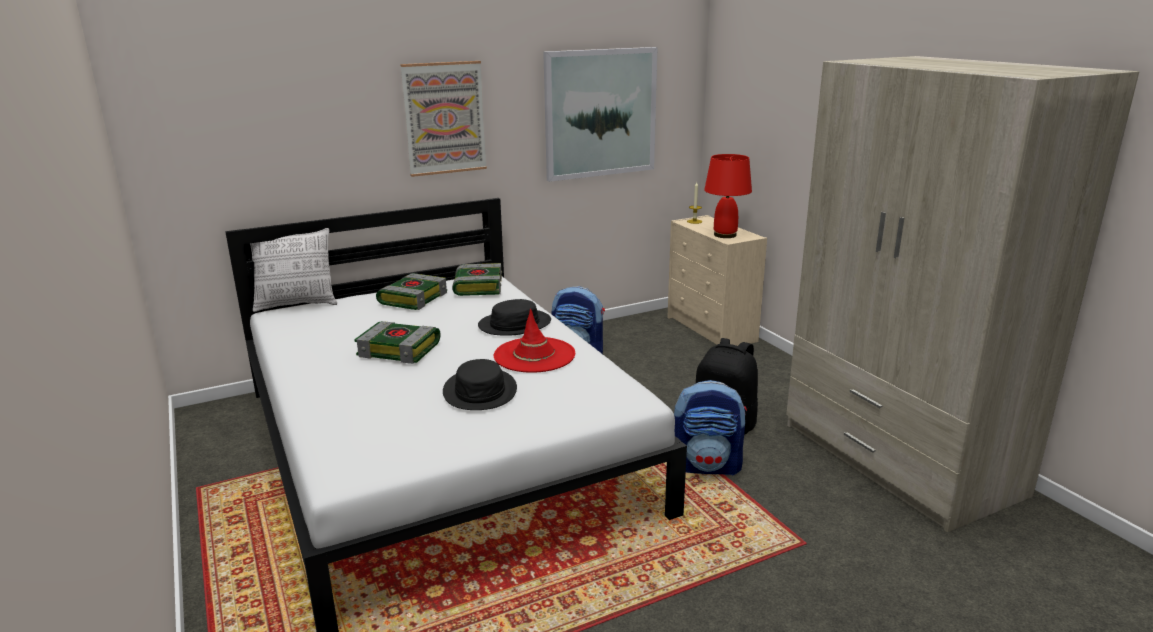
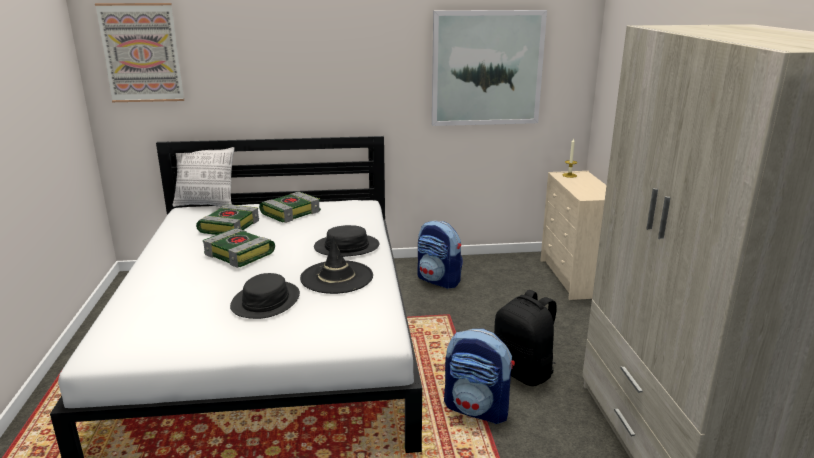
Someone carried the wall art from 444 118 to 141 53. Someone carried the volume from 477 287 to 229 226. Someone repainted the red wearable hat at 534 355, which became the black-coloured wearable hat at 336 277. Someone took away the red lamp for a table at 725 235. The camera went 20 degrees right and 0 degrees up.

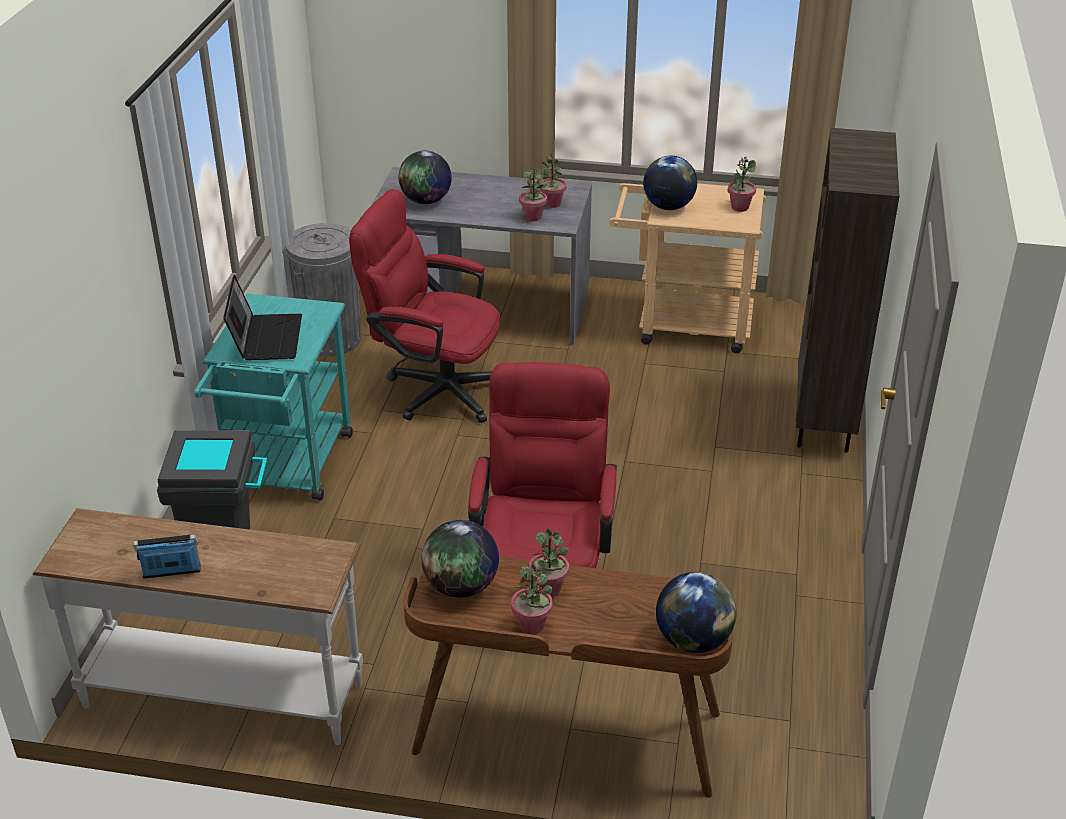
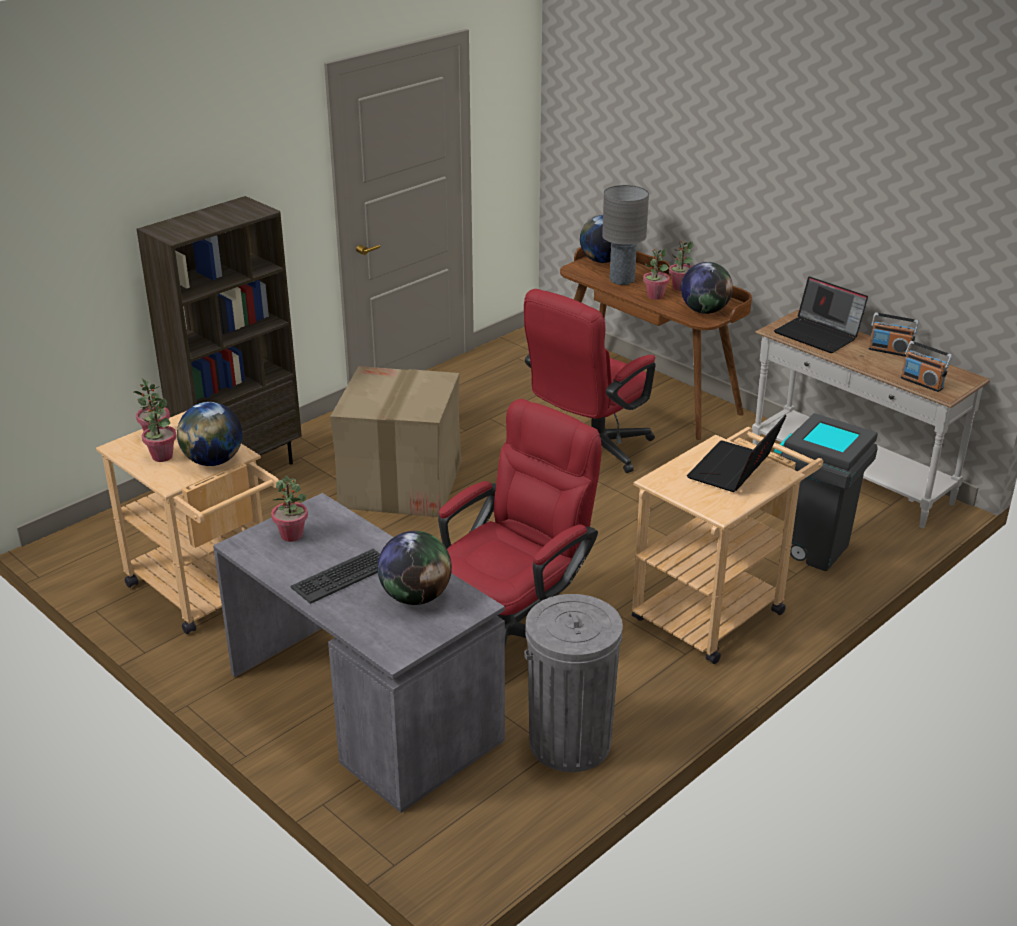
Someone carried the houseplant from 533 217 to 162 456. Someone put down the PC keyboard at 342 576. Someone put down the cardboard box at 400 485. Someone rotated the red computer chair at 435 388 by 105 degrees counterclockwise. Someone put down the greyish lamp for a table at 622 280. Someone repainted the turquoise cart at 287 469, which became the beige-coloured cart at 716 609. Someone put down the laptop at 819 335. Someone put down the radio set at 922 383. The camera went 145 degrees left and 5 degrees down.

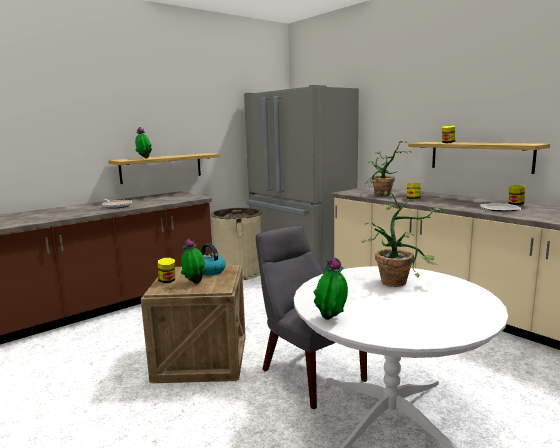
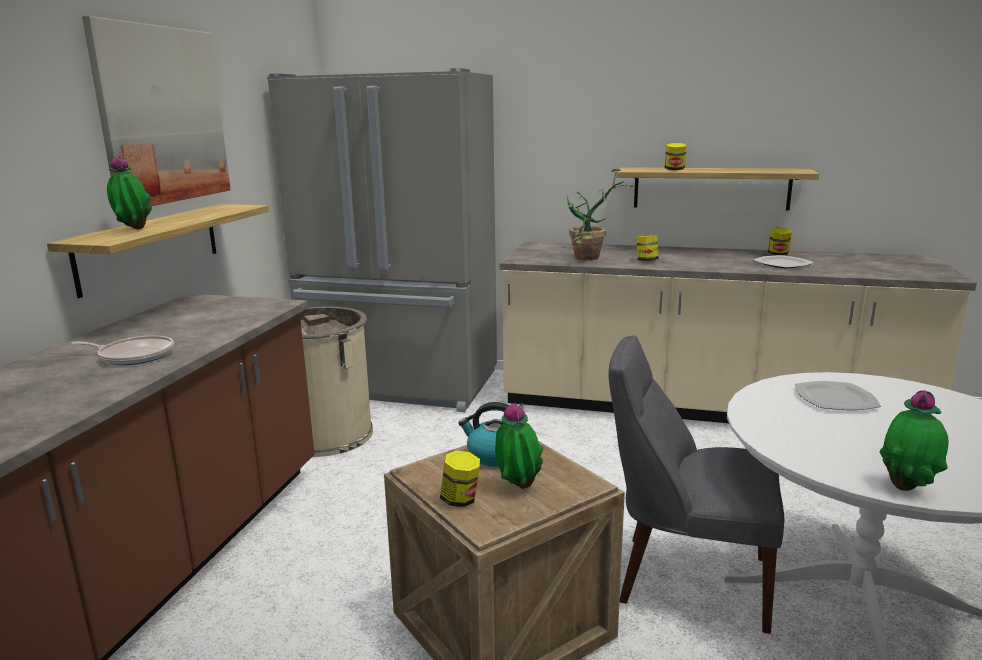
Someone put up the wall art at 162 115. Someone swapped the houseplant at 399 281 for the flat dish at 835 399. The camera went 35 degrees left and 5 degrees up.

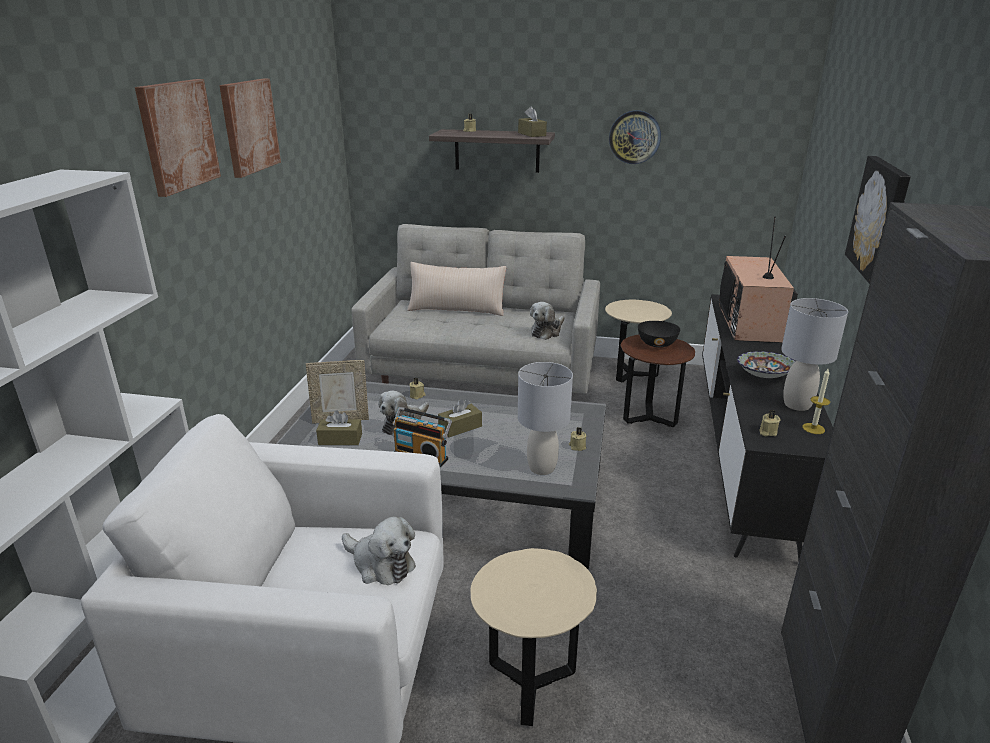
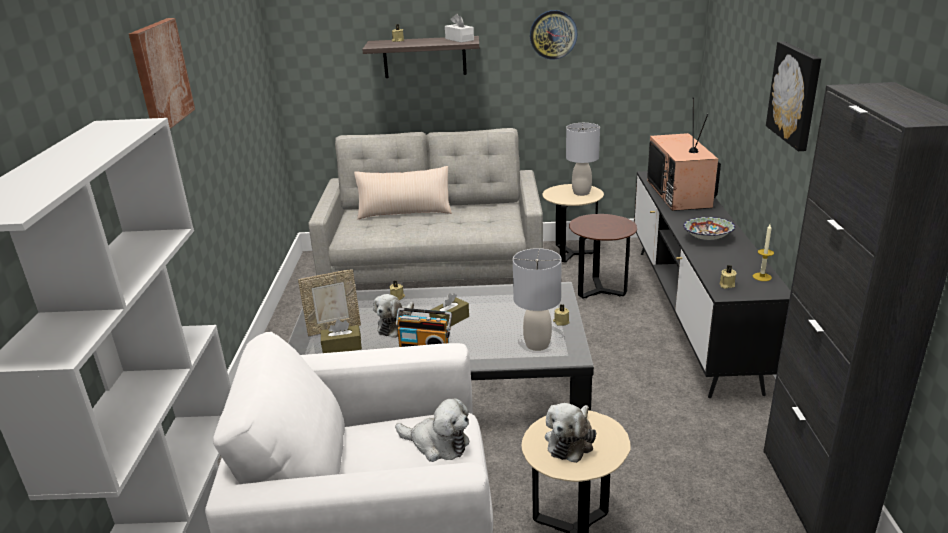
Someone repainted the brownish box of tissues at 532 134, which became the white-coloured box of tissues at 459 39. Someone carried the soft toy from 547 331 to 571 441. Someone carried the greyish lamp for a table from 797 404 to 581 192. Someone took away the wall art at 249 126. Someone took away the black-coloured serving bowl at 657 344. The camera went 10 degrees left and 0 degrees up.

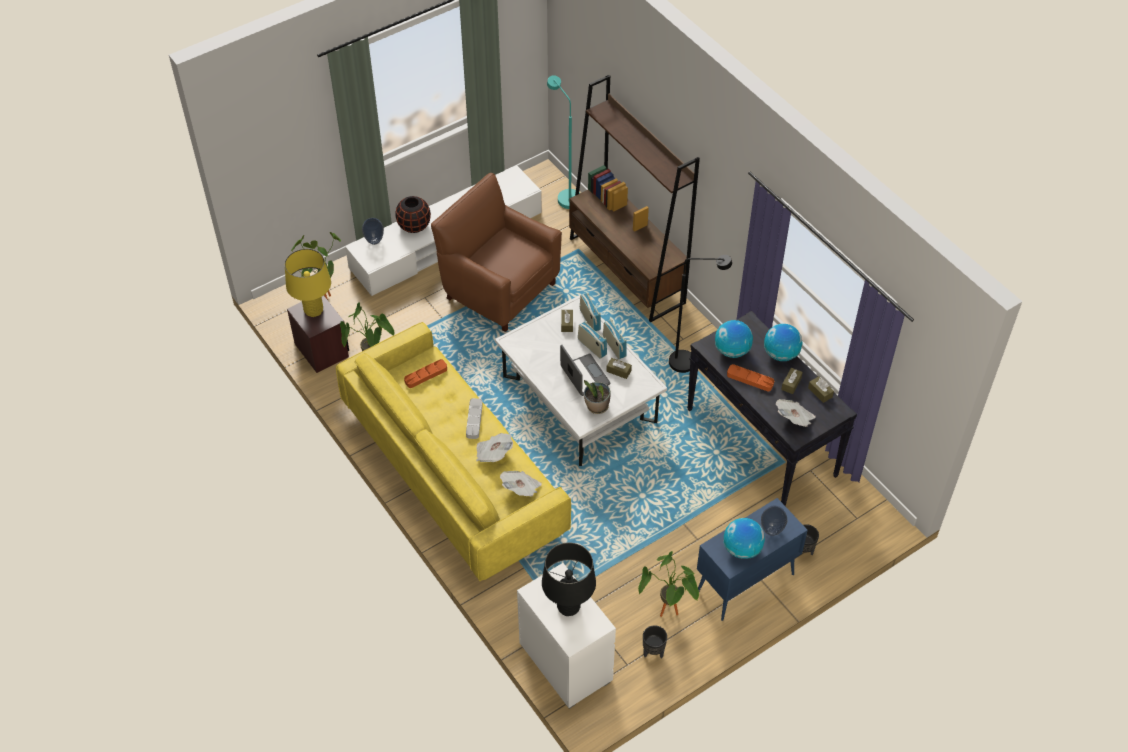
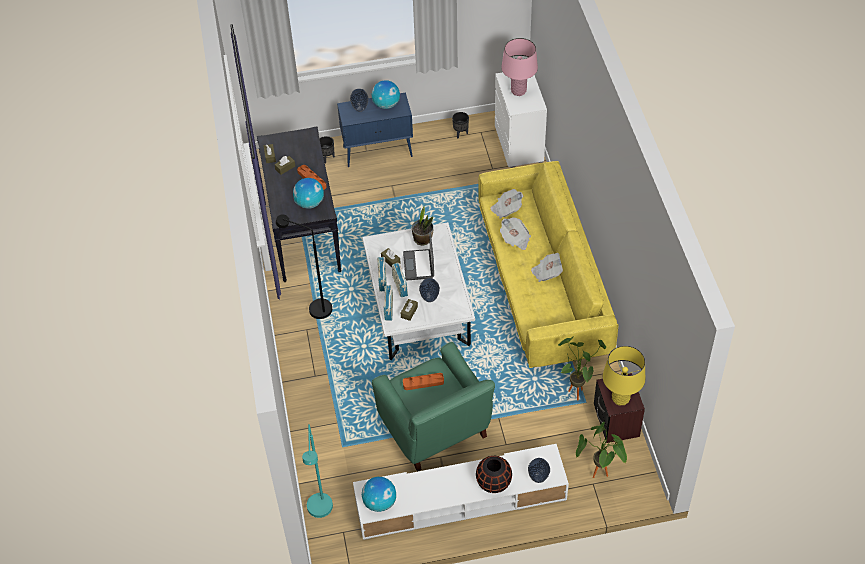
Someone carried the world globe from 780 354 to 380 502. Someone repainted the brownish easy chair at 499 289, which became the green easy chair at 435 429. Someone carried the orange tray from 426 375 to 423 383. Someone put down the decorative vase at 429 299. Someone repainted the black-coloured lamp for a table at 568 607, which became the pink-coloured lamp for a table at 518 91. Someone carried the daily paper from 794 419 to 547 272. Someone took away the greyish tray at 474 420. Someone took away the brownish shelving unit at 626 271. Someone took away the houseplant at 667 615. The camera went 155 degrees left and 0 degrees up.

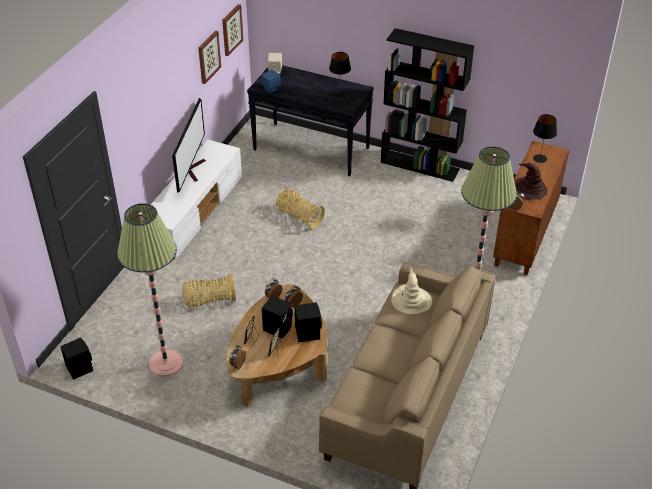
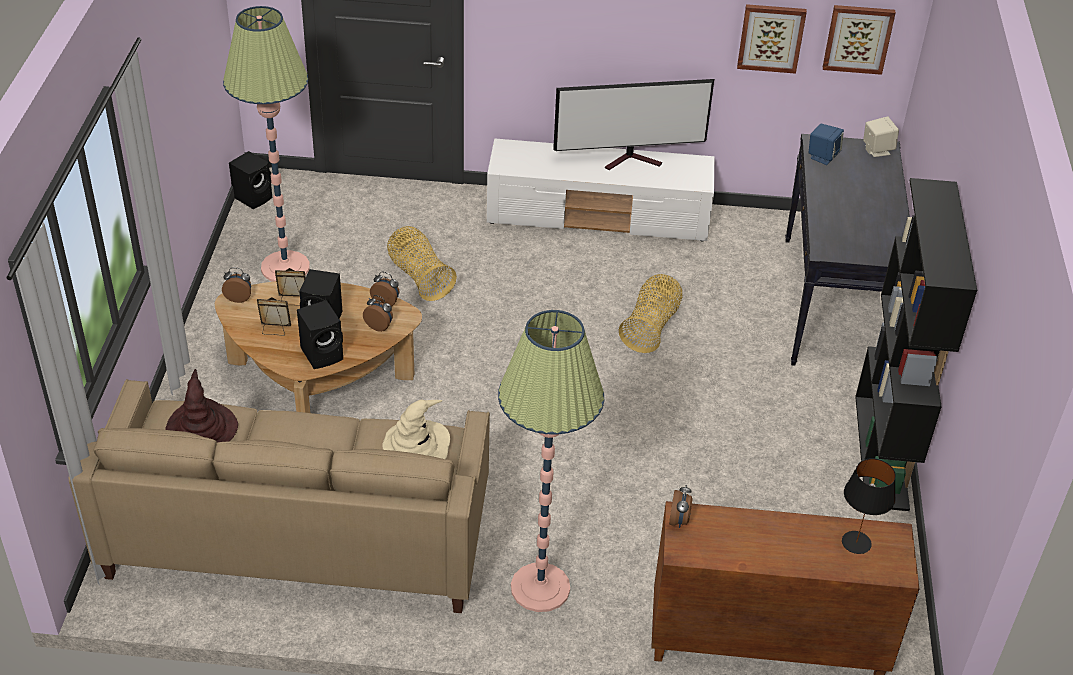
Someone carried the brownish wearable hat from 529 189 to 201 427. Someone took away the black-coloured lamp for a table at 339 94. The camera went 70 degrees right and 0 degrees up.

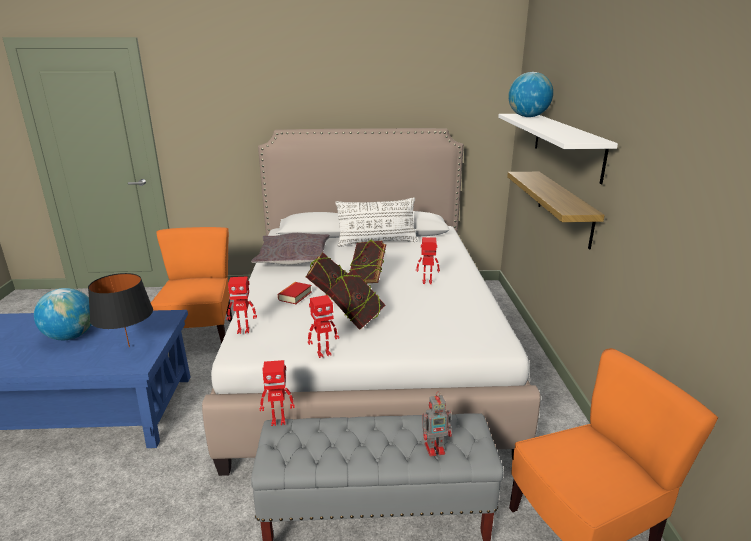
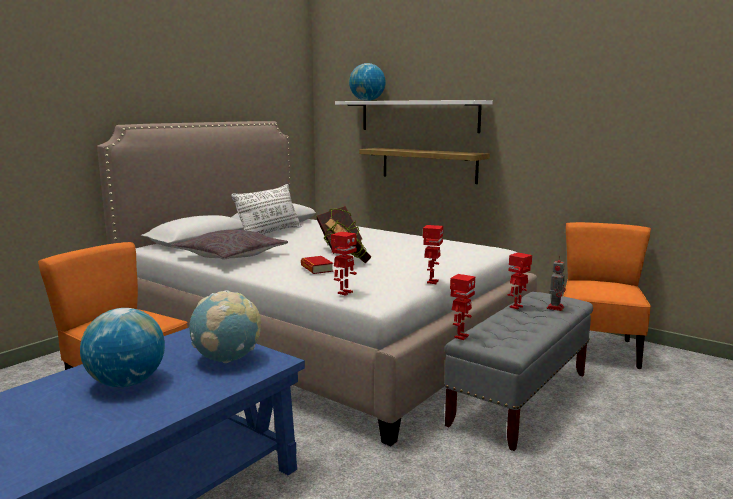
Someone swapped the black-coloured lamp for a table at 129 347 for the world globe at 227 359. Someone carried the toy robot from 427 282 to 517 307. Someone took away the volume at 356 320. The camera went 50 degrees left and 10 degrees down.

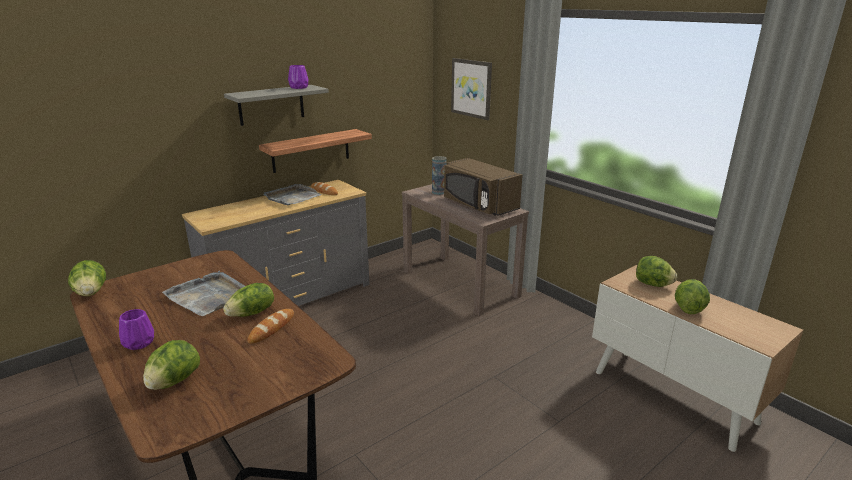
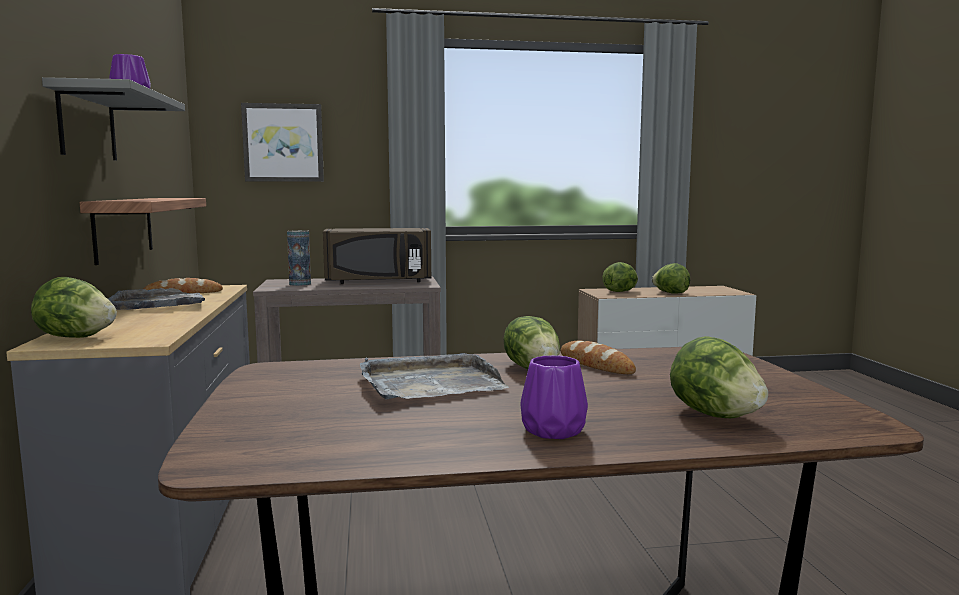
Someone carried the lettuce head from 91 292 to 75 337. The camera went 60 degrees left and 15 degrees down.

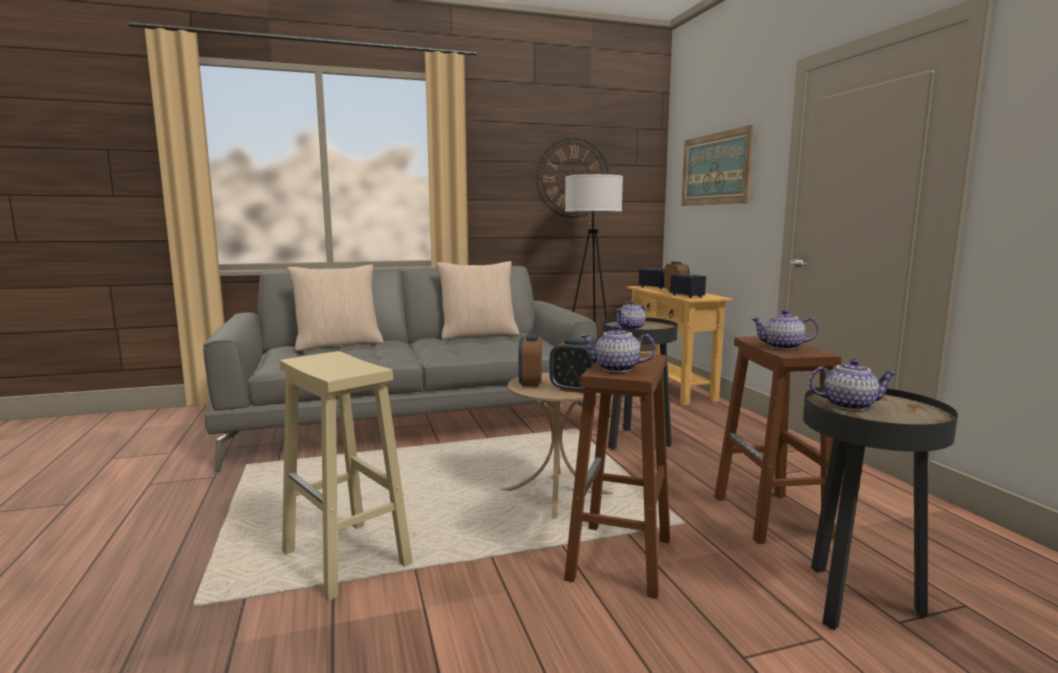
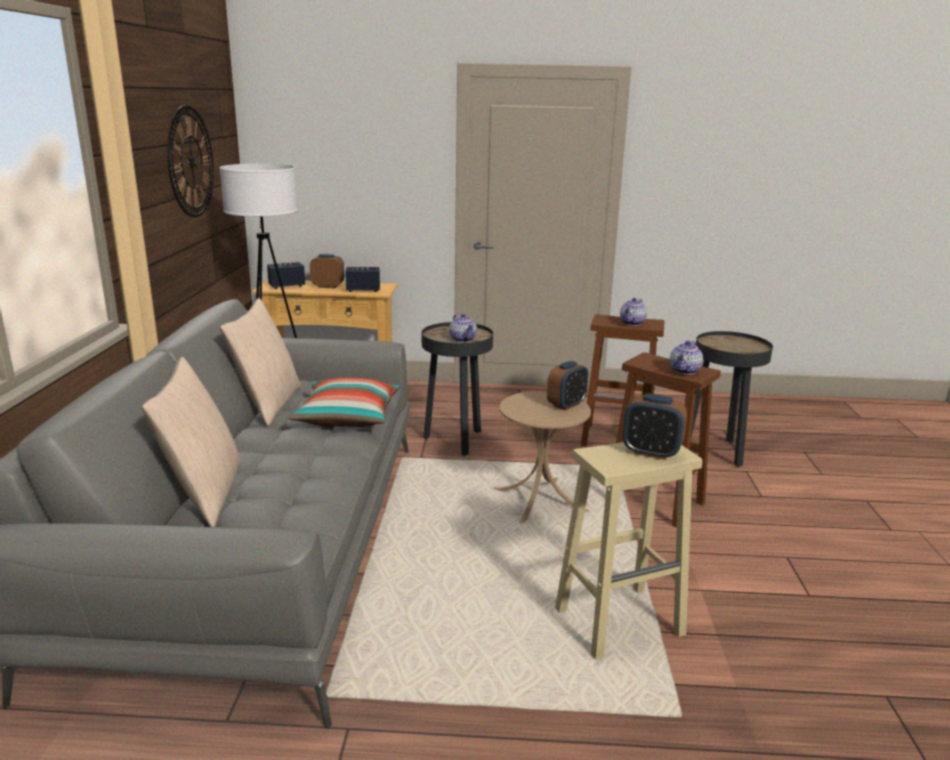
Someone put down the pillow at 347 417. Someone carried the bedside clock from 530 382 to 651 452. Someone took away the wall art at 715 169. Someone took away the teapot at 849 405. The camera went 70 degrees left and 10 degrees up.

